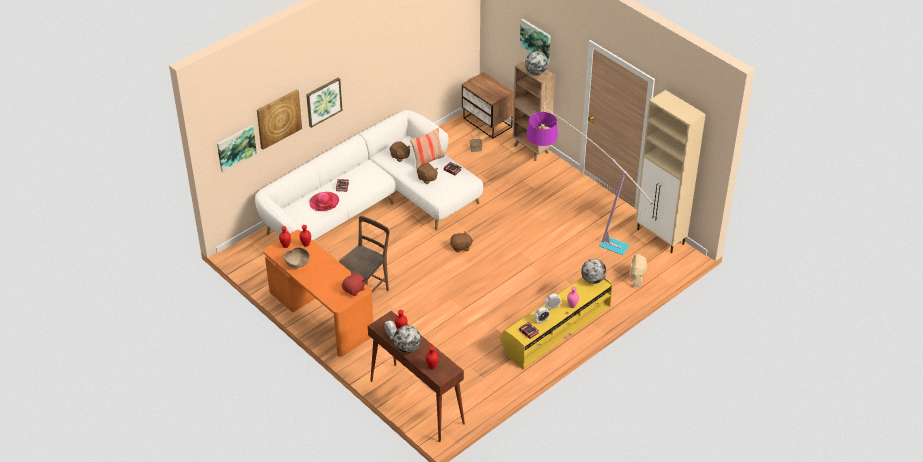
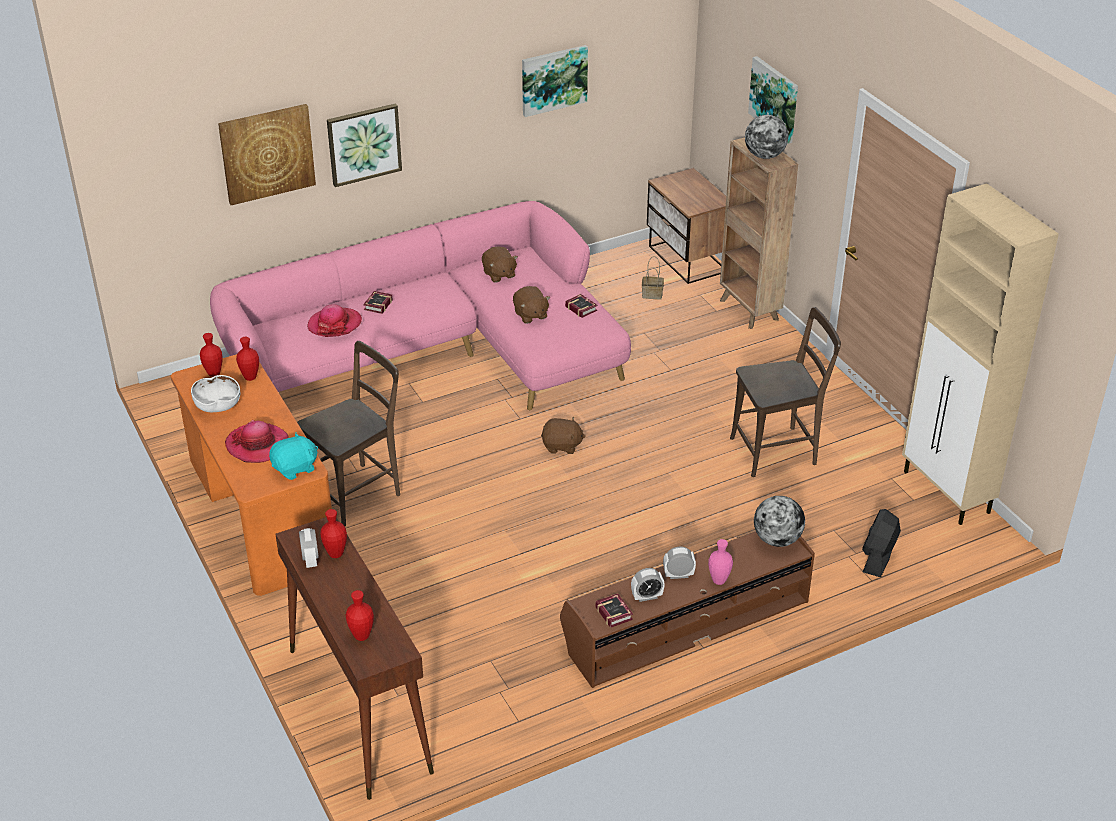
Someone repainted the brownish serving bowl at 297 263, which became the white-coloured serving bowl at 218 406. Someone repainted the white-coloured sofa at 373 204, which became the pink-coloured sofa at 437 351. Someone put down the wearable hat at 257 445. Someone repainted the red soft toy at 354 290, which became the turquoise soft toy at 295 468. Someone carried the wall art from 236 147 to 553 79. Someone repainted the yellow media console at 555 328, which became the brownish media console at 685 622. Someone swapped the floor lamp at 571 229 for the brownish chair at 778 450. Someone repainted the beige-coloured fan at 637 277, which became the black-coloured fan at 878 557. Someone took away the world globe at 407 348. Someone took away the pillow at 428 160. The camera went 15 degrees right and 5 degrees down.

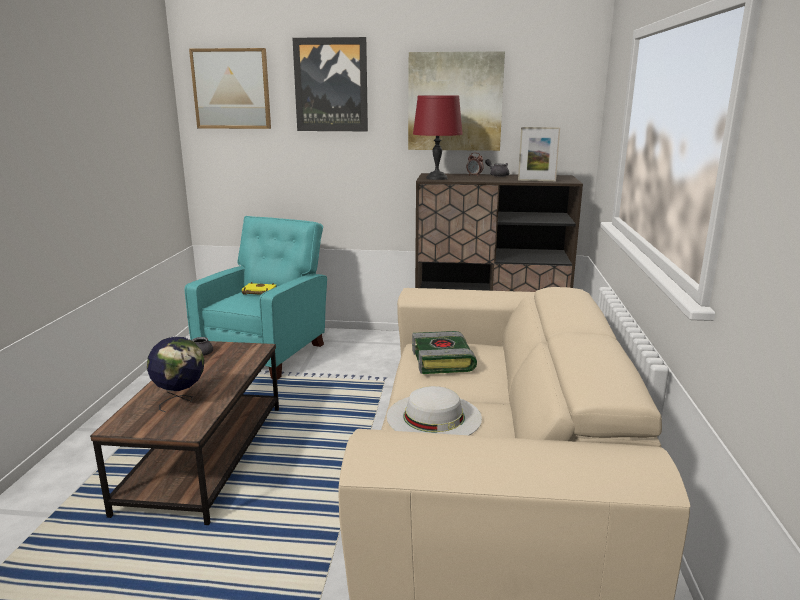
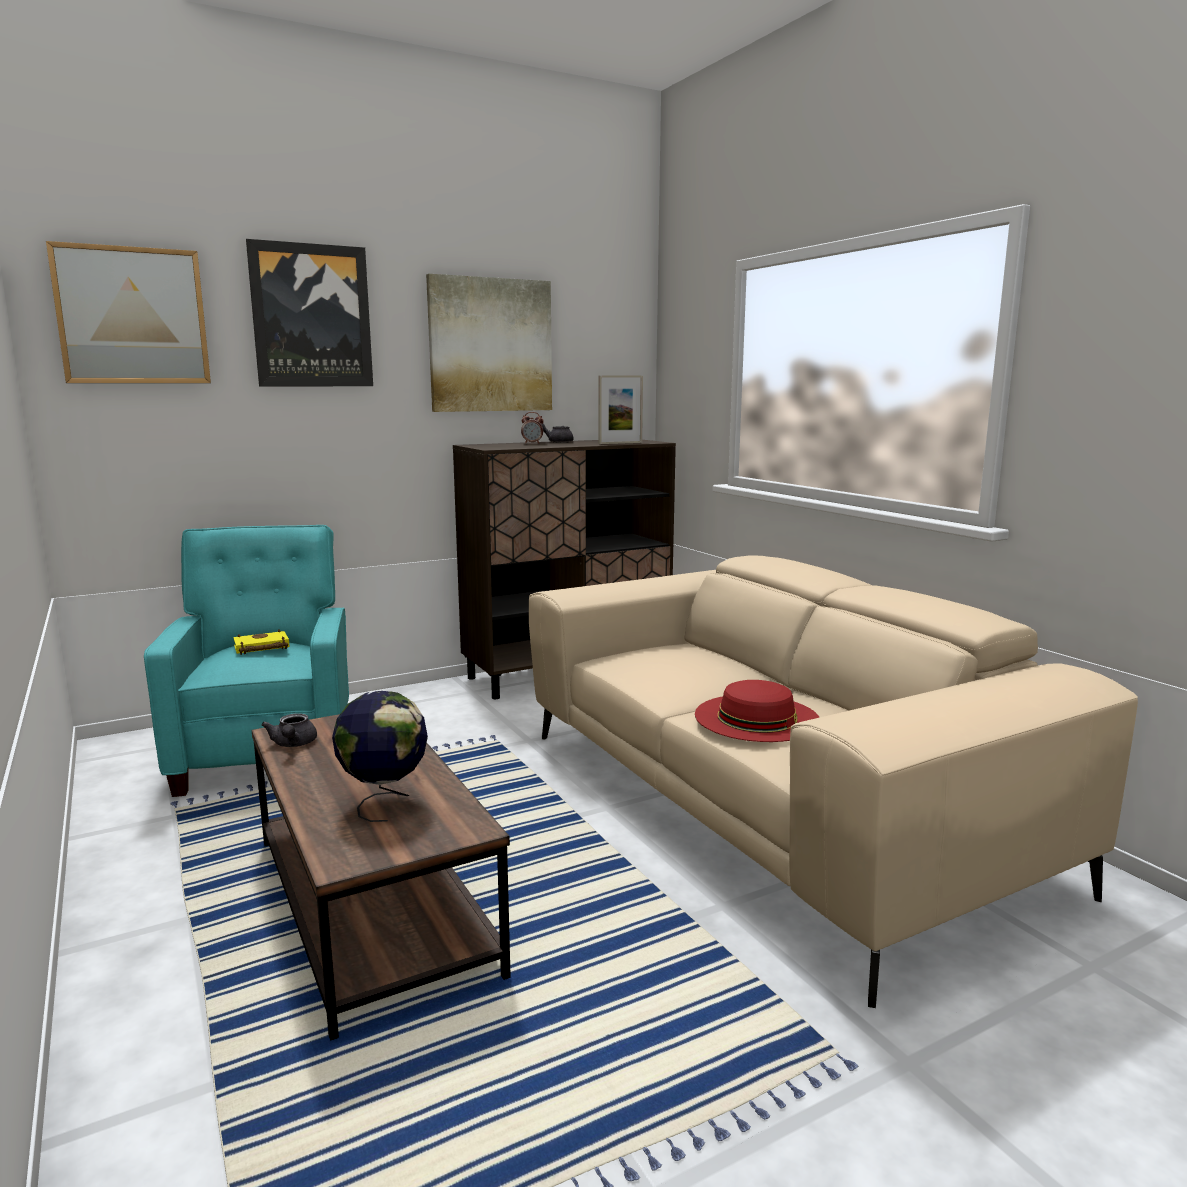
Someone repainted the white-coloured wearable hat at 434 417, which became the red wearable hat at 757 717. Someone took away the volume at 443 361. Someone took away the red lamp for a table at 436 178. The camera went 35 degrees left and 5 degrees down.

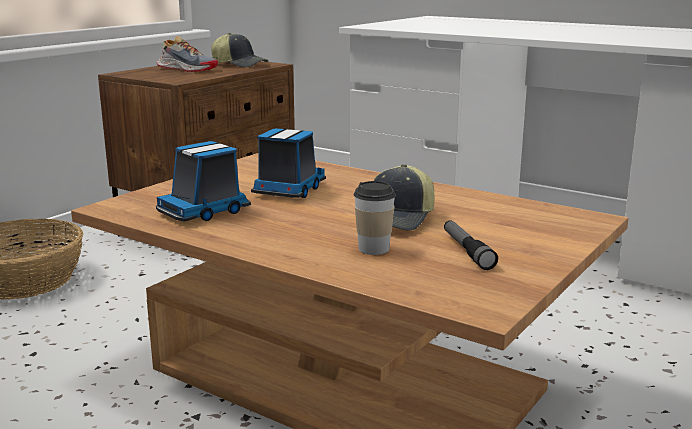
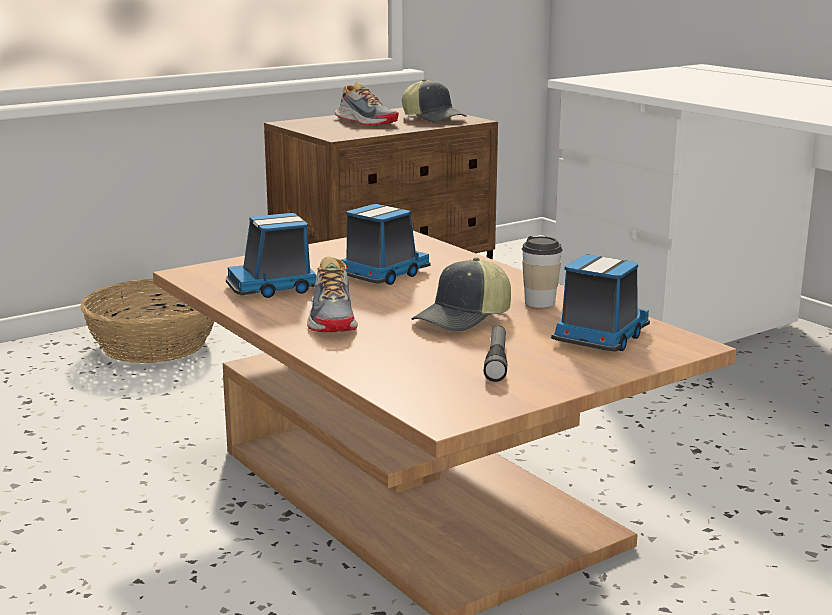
Someone put down the item of footwear at 333 318. Someone carried the cup from 374 249 to 540 302. Someone put down the toy truck at 600 338. The camera went 20 degrees right and 0 degrees up.

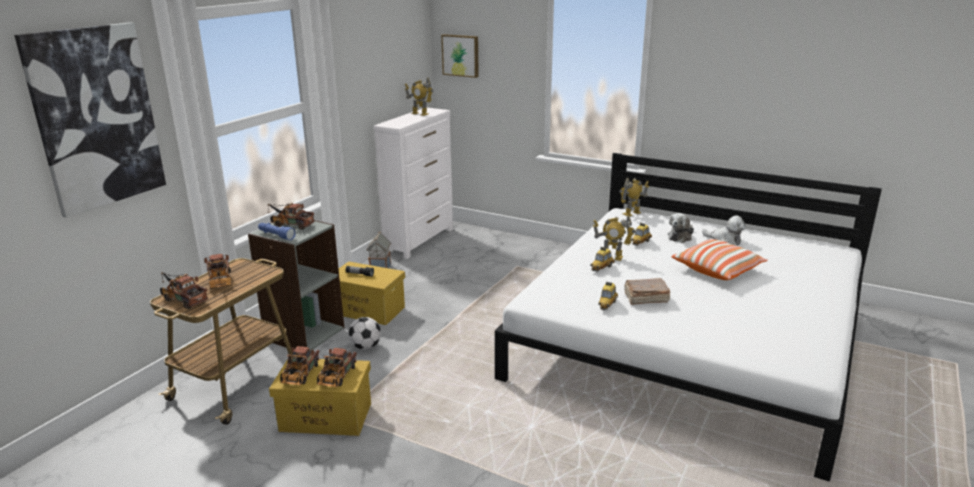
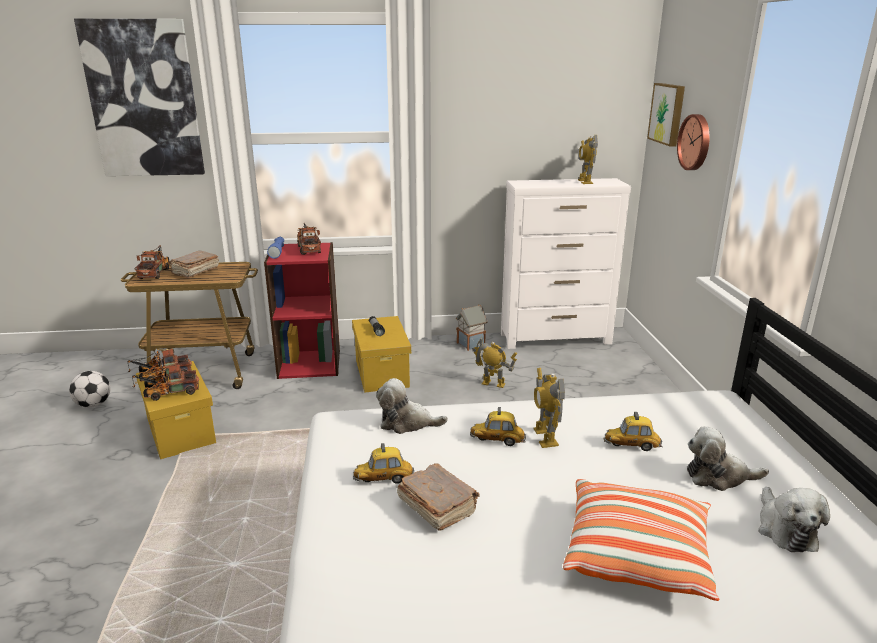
Someone carried the football from 365 347 to 93 405. Someone swapped the toy truck at 220 282 for the brownish volume at 195 271. Someone repainted the greyish shelving unit at 304 333, which became the red shelving unit at 310 363. Someone put down the soft toy at 407 423. Someone carried the toy robot from 632 213 to 493 384. Someone put up the hanging clock at 695 142. The camera went 55 degrees right and 0 degrees up.

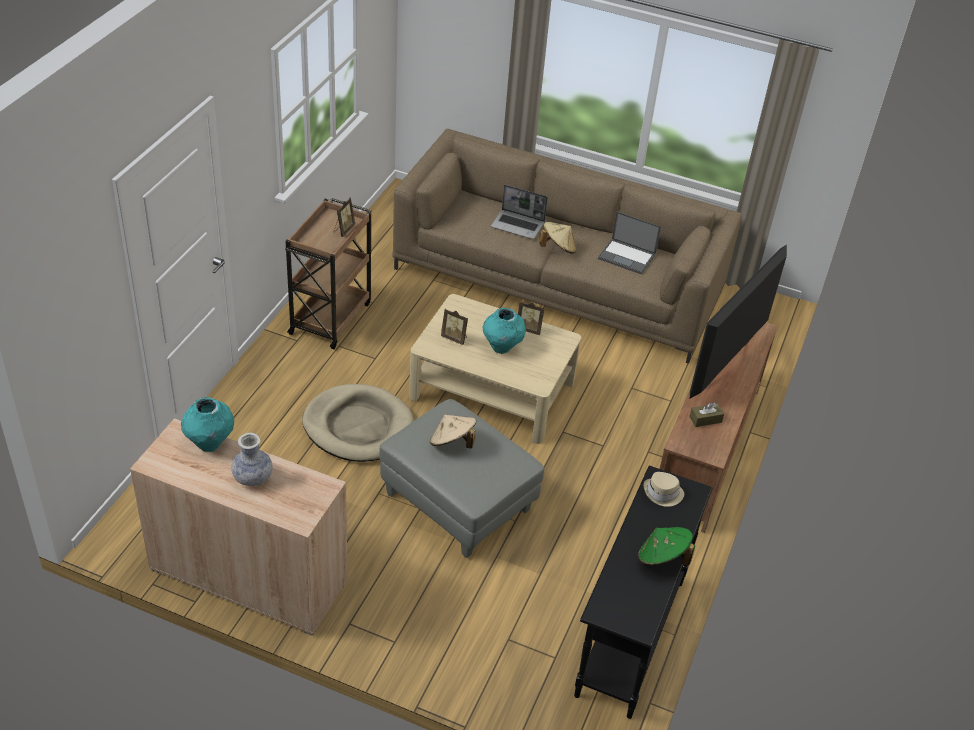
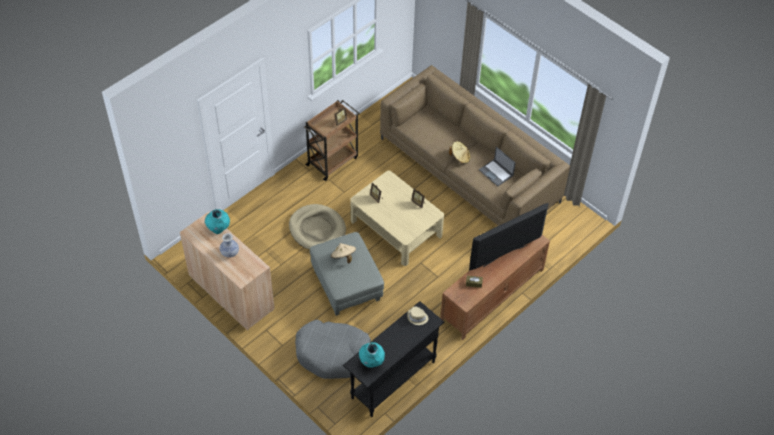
Someone put down the greyish dog cushion at 333 354. Someone carried the turquoise decorative vase from 502 347 to 371 362. Someone took away the laptop at 518 225. Someone took away the green wearable hat at 662 558. The camera went 25 degrees right and 10 degrees up.

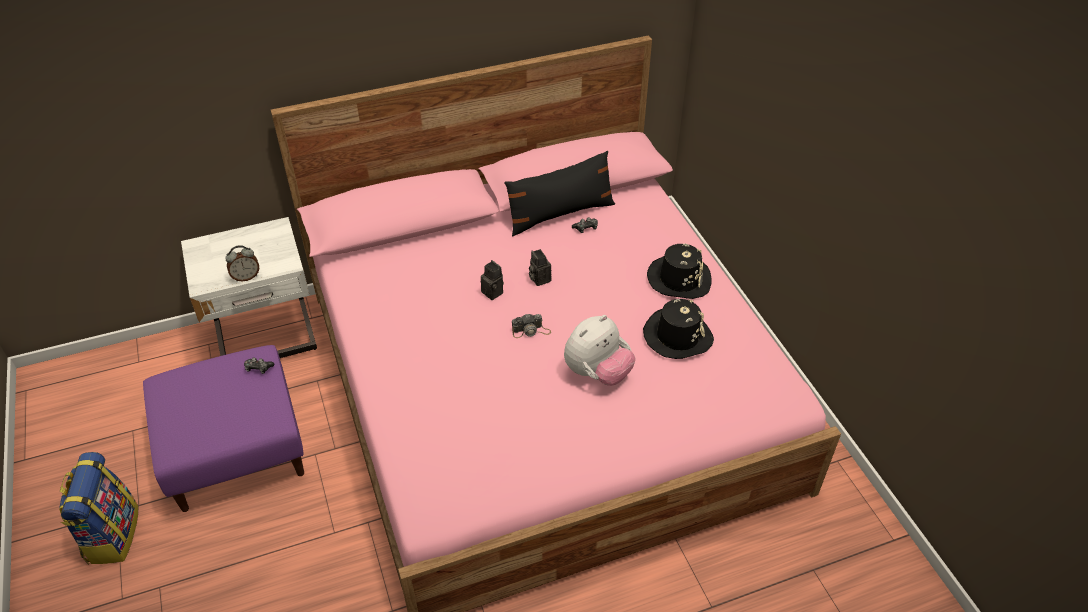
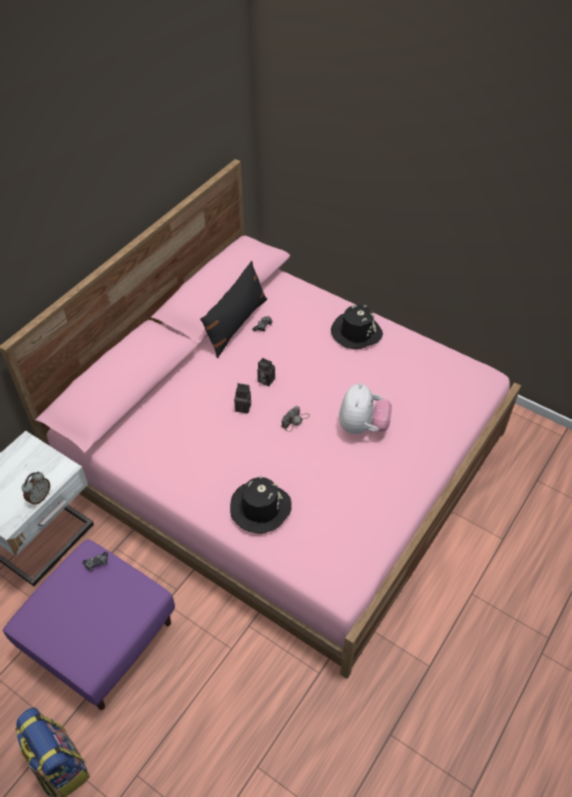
Someone carried the black-coloured wearable hat from 677 336 to 260 508. The camera went 35 degrees left and 5 degrees up.

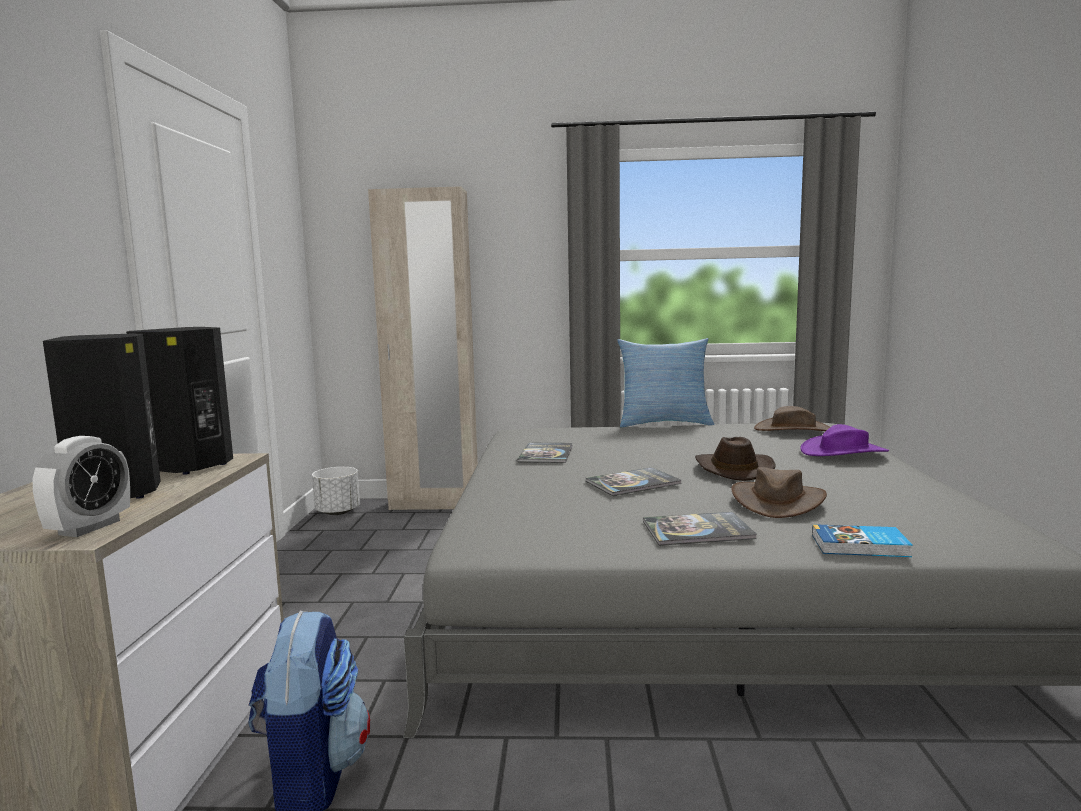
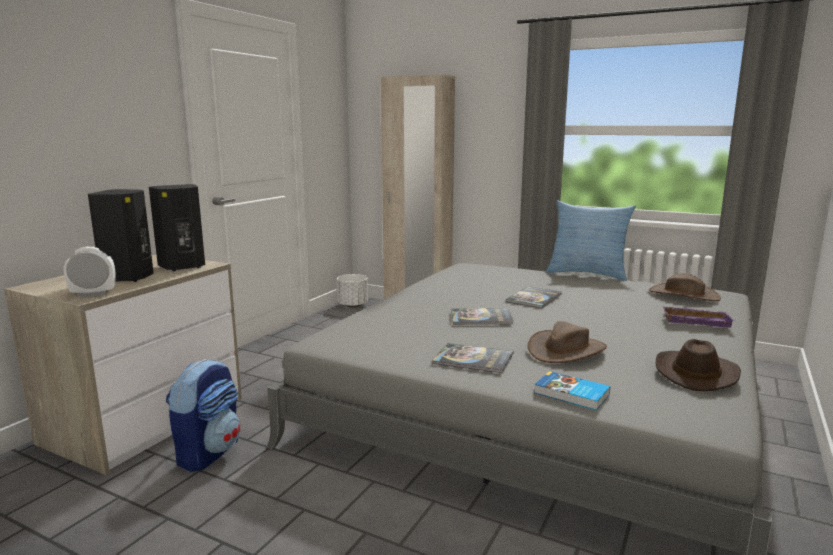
Someone rotated the bedside clock at 89 527 by 150 degrees counterclockwise. Someone carried the volume from 546 454 to 534 298. Someone carried the brownish wearable hat from 732 469 to 695 373. Someone swapped the purple wearable hat at 843 451 for the purple tray at 696 320. The camera went 25 degrees right and 5 degrees up.

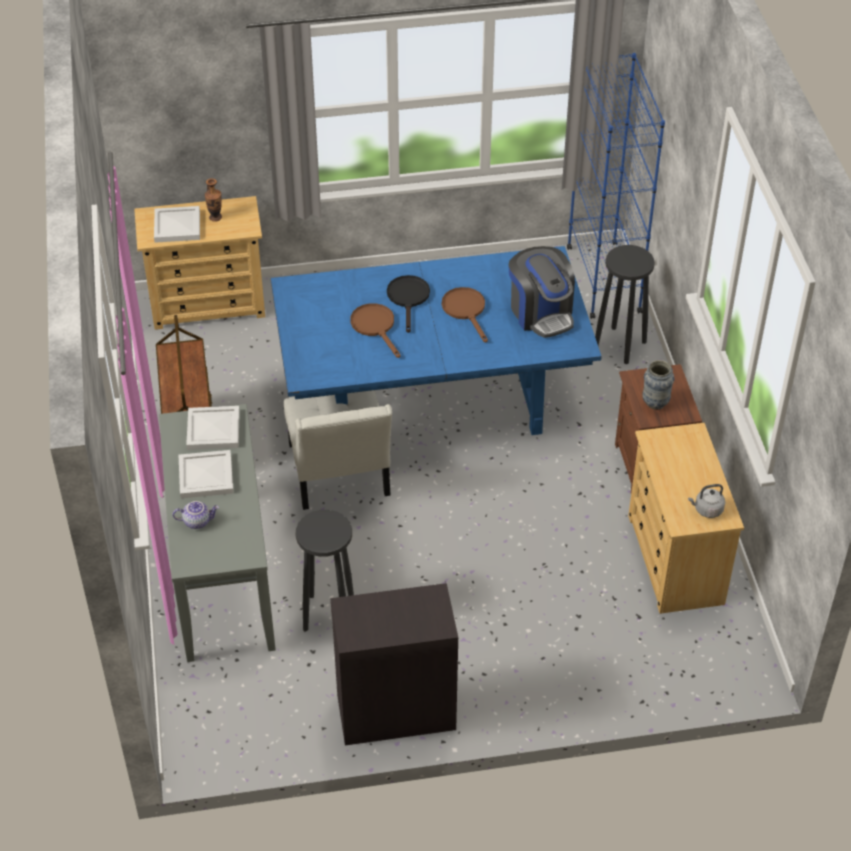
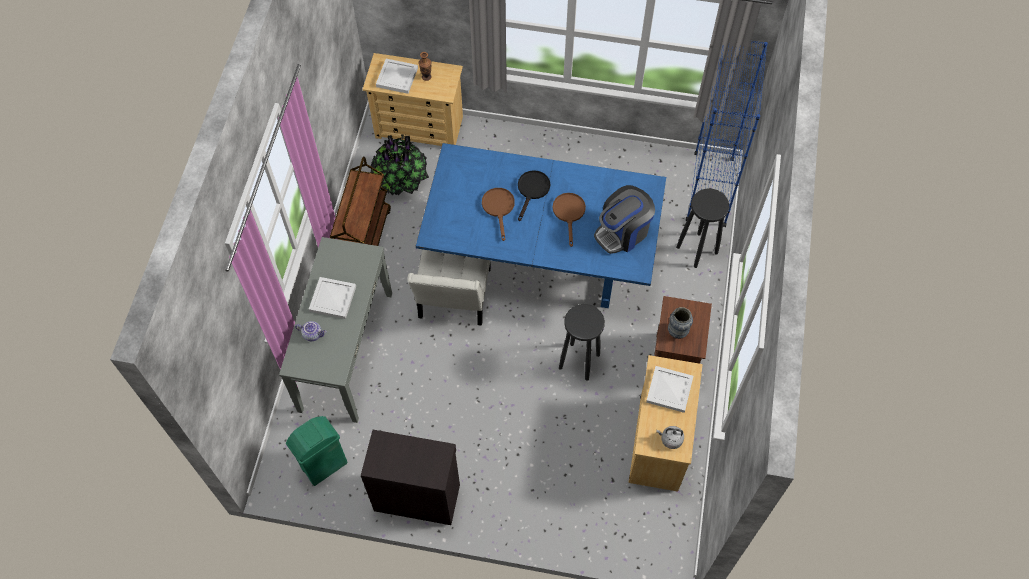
Someone put down the green rubbish bin at 324 465. Someone put down the houseplant at 400 181. Someone carried the black-coloured sitting stool from 329 613 to 579 361. Someone rotated the coffee maker at 541 313 by 60 degrees clockwise. Someone carried the white-coloured tray from 214 430 to 670 390. The camera went 20 degrees right and 15 degrees up.

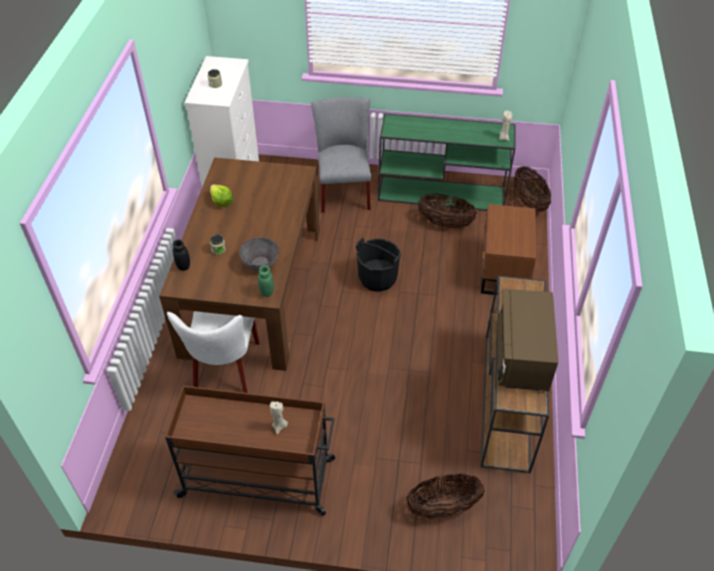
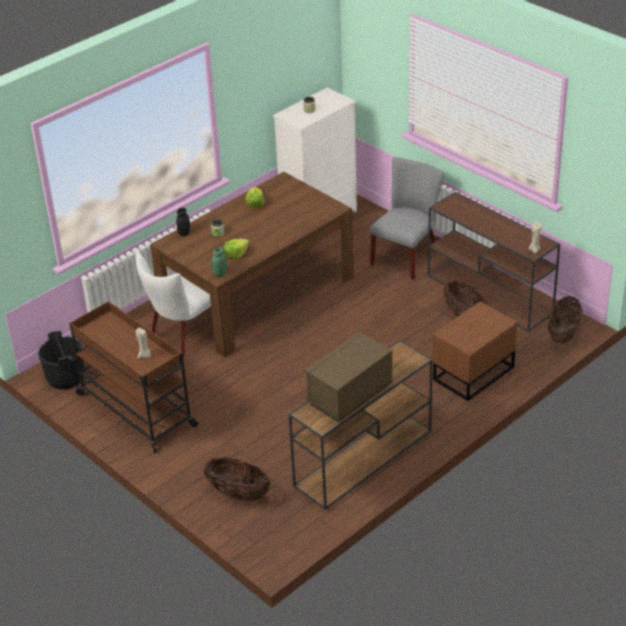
Someone carried the black-coloured bucket from 378 278 to 66 377. Someone swapped the greyish serving bowl at 260 263 for the lettuce head at 236 254. Someone repainted the green narrow table at 442 194, which became the brownish narrow table at 490 294. The camera went 40 degrees right and 10 degrees down.

